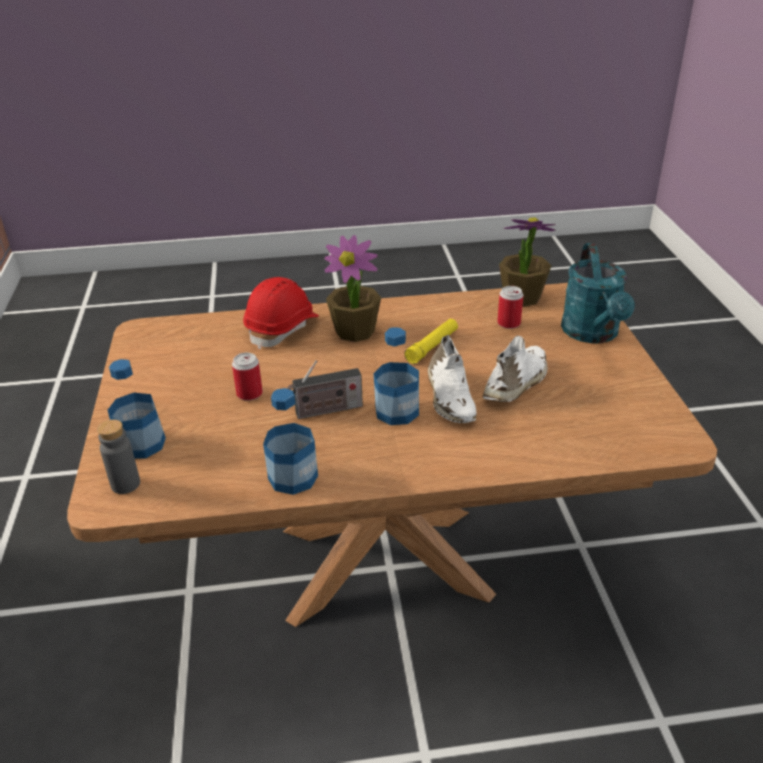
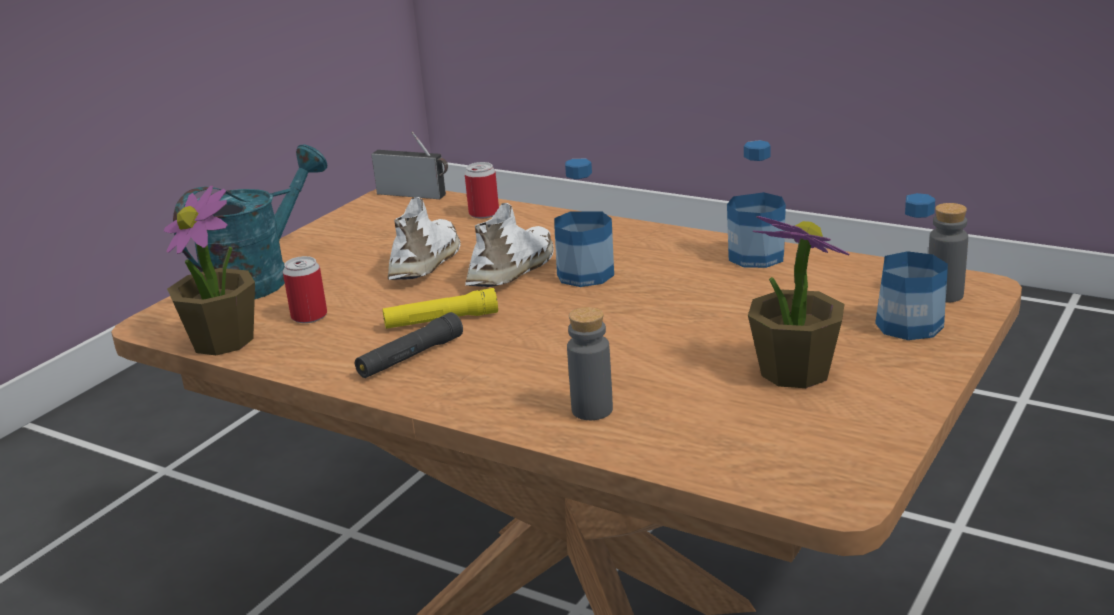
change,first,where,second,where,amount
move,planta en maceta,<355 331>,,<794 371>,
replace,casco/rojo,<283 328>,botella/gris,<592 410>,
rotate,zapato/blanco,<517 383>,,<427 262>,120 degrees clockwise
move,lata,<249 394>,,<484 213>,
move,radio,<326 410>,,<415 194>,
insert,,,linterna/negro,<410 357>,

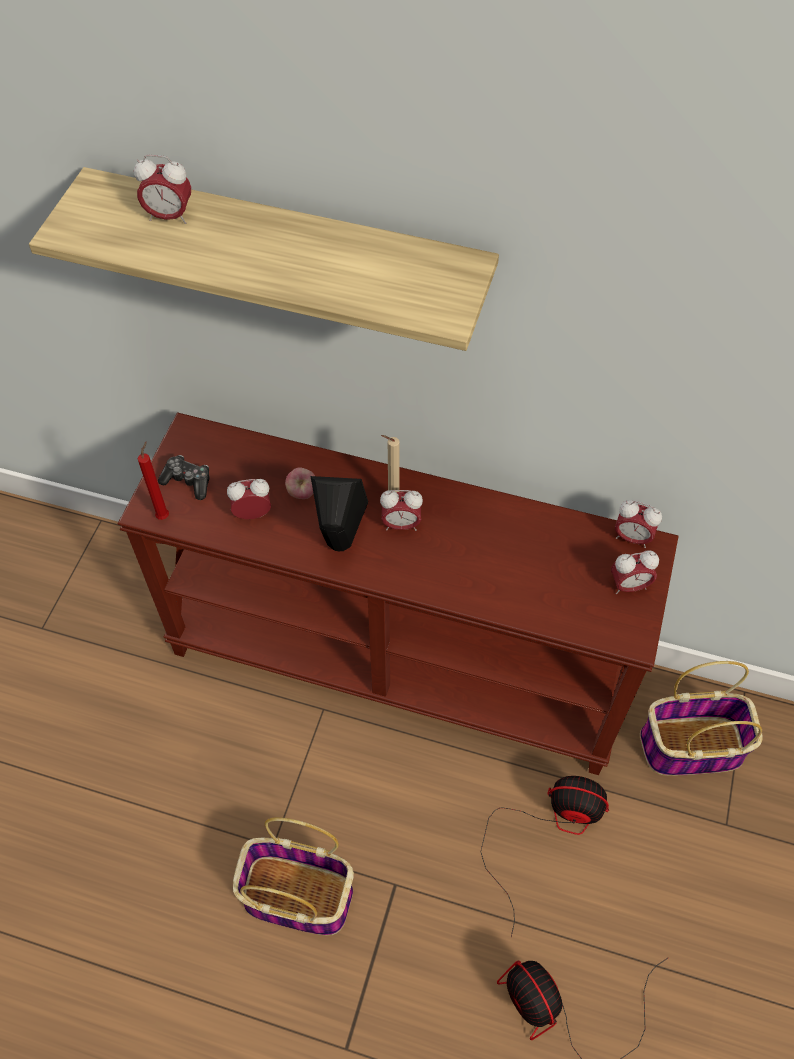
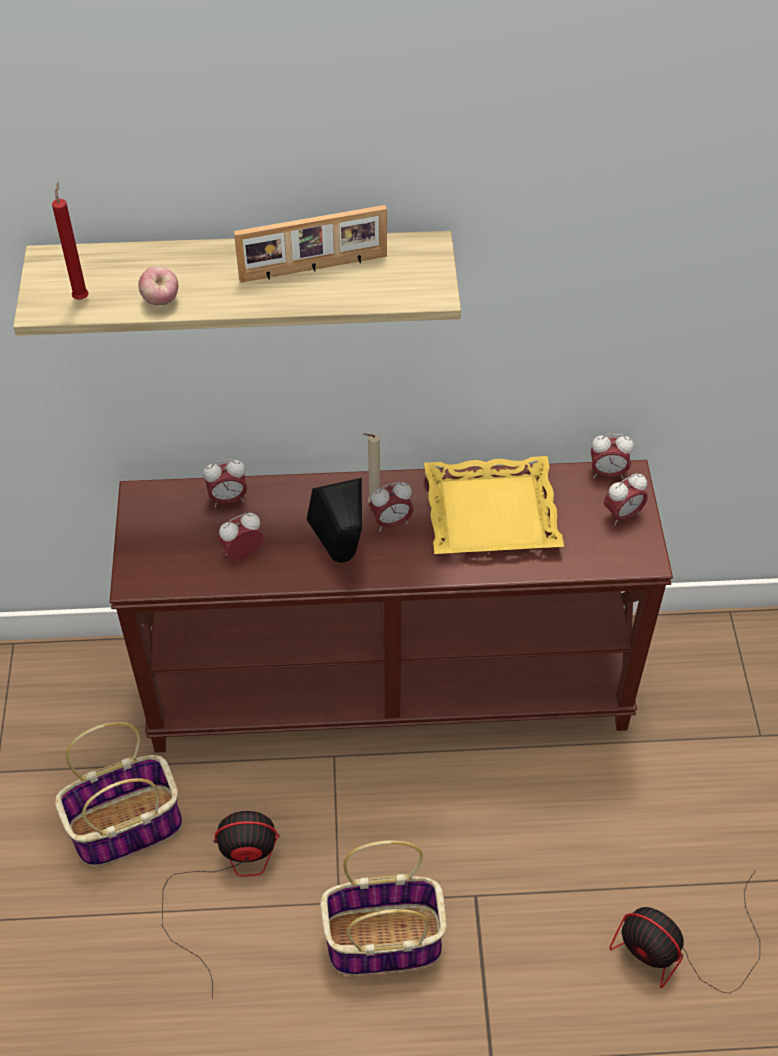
change,first,where,second,where,amount
move,despertador,<169 217>,,<228 499>,
move,vela/rojo,<164 515>,,<82 297>,
delete,mando de consola,<188 481>,,,
move,manzana,<302 493>,,<161 301>,
move,cesta,<690 747>,,<125 827>,
move,ventilador,<548 828>,,<227 879>,
insert,,,portarretratos,<314 269>,
insert,,,bandeja/amarillo,<491 513>,

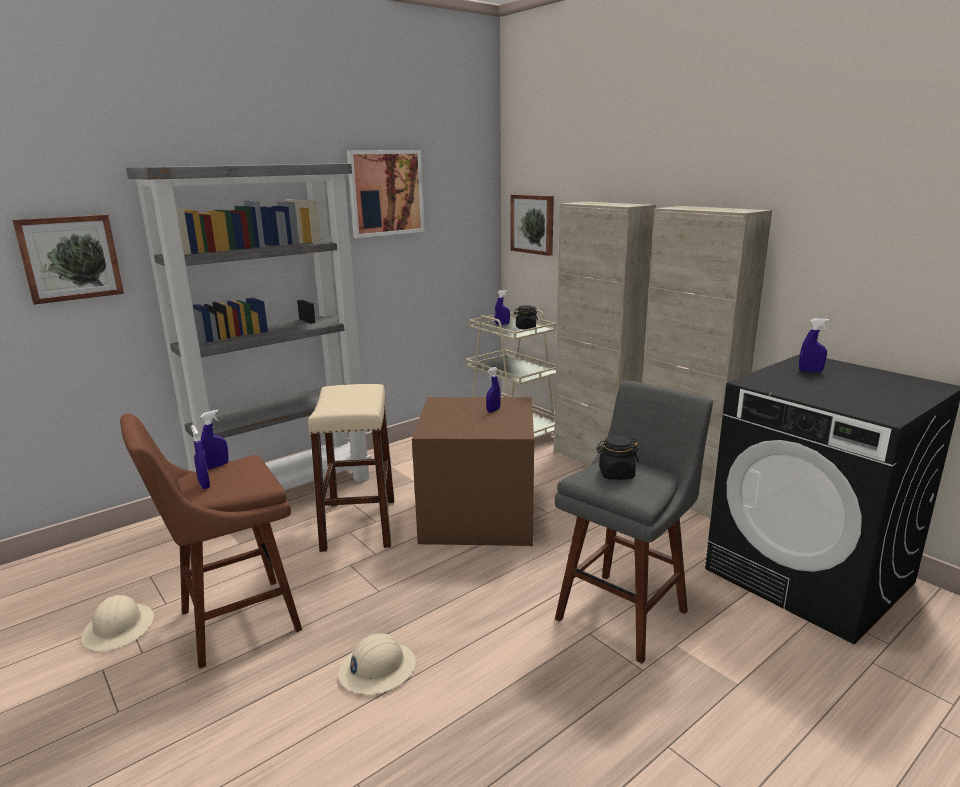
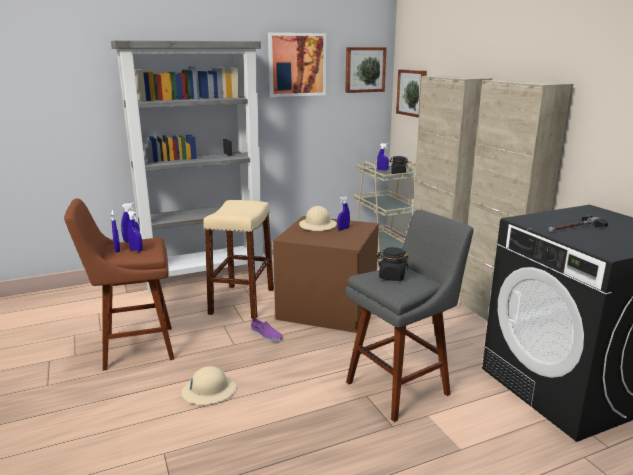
change,first,where,second,where,amount
move,cuadro,<70 258>,,<364 69>,
move,pulverizador/azul,<810 371>,,<136 250>,
move,casco/beis,<119 628>,,<318 225>,
insert,,,martillo,<575 228>,
insert,,,zapato/morado,<266 335>,

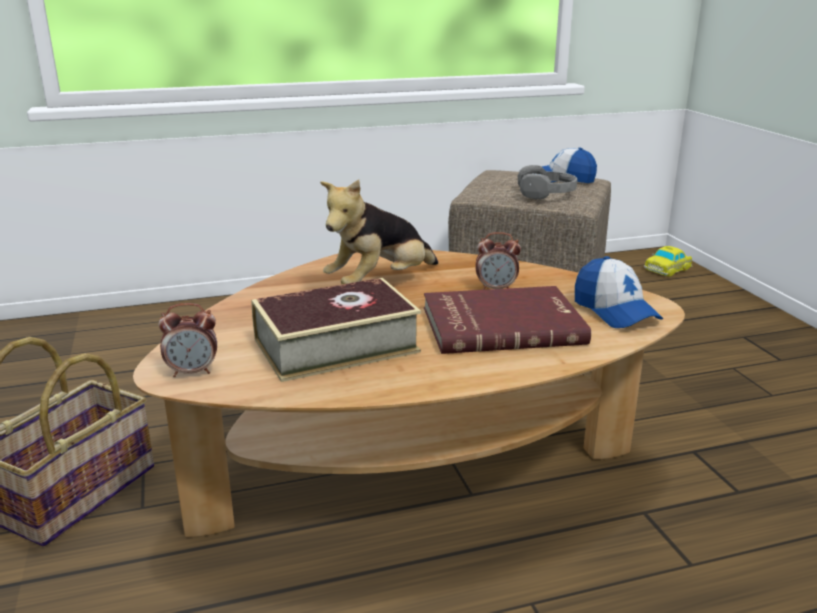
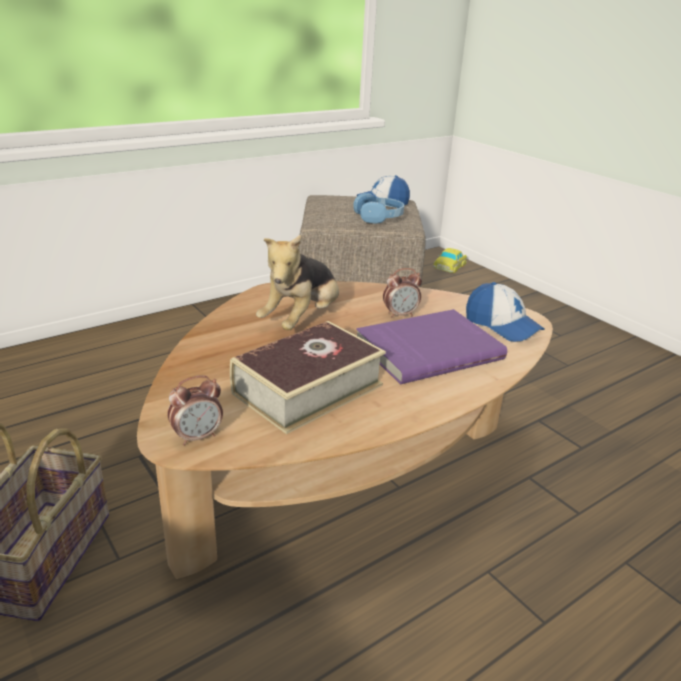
change,first,where,second,where,amount
recolor,auriculares/gris,<546 193>,auriculares/azul,<379 217>,
recolor,libro/rojo,<501 324>,libro/morado,<427 349>,

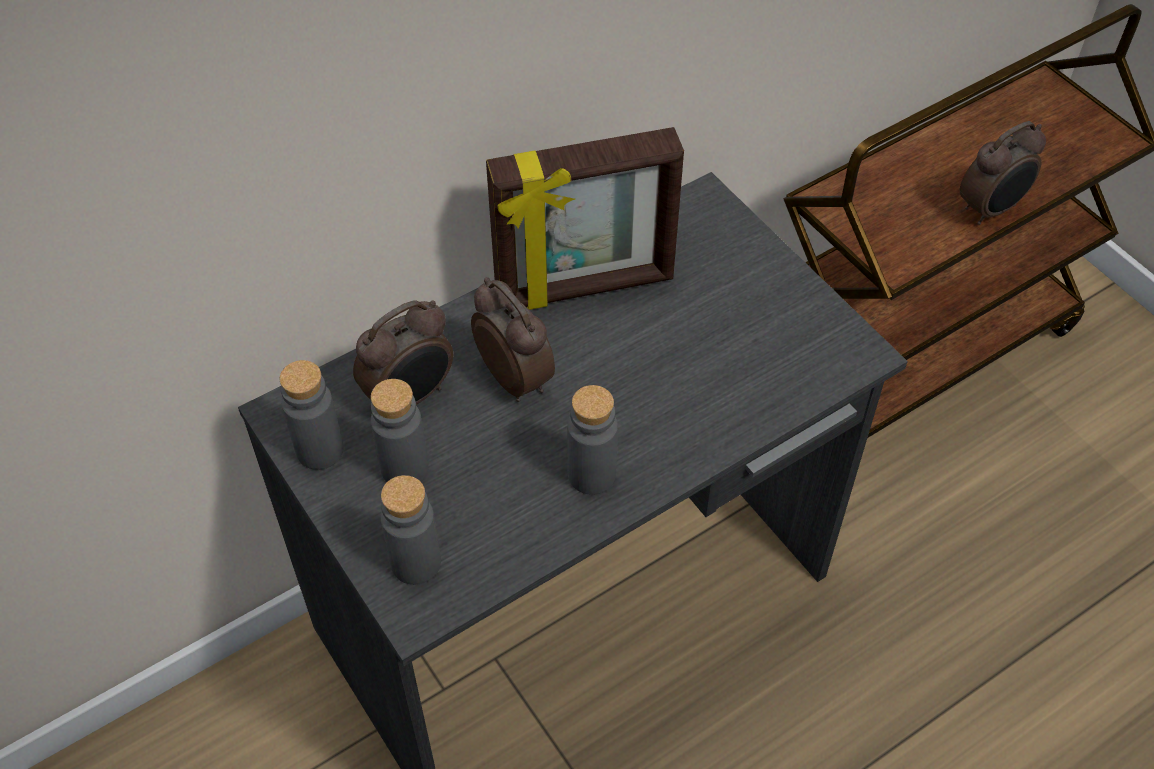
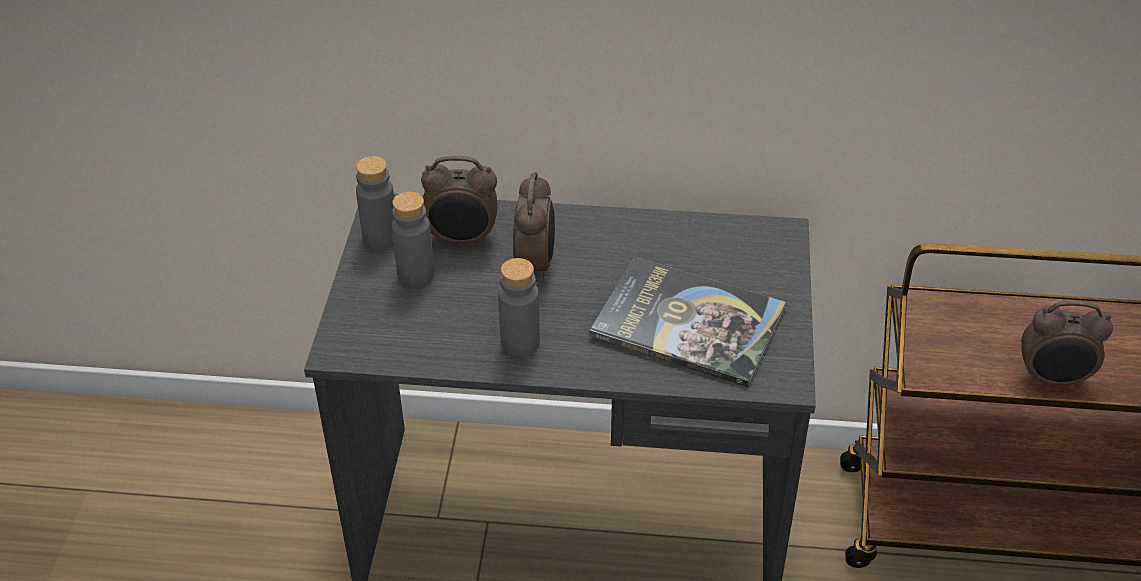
change,first,where,second,where,amount
delete,portarretratos,<585 288>,,,
delete,botella/gris,<416 562>,,,
insert,,,libro,<688 322>,

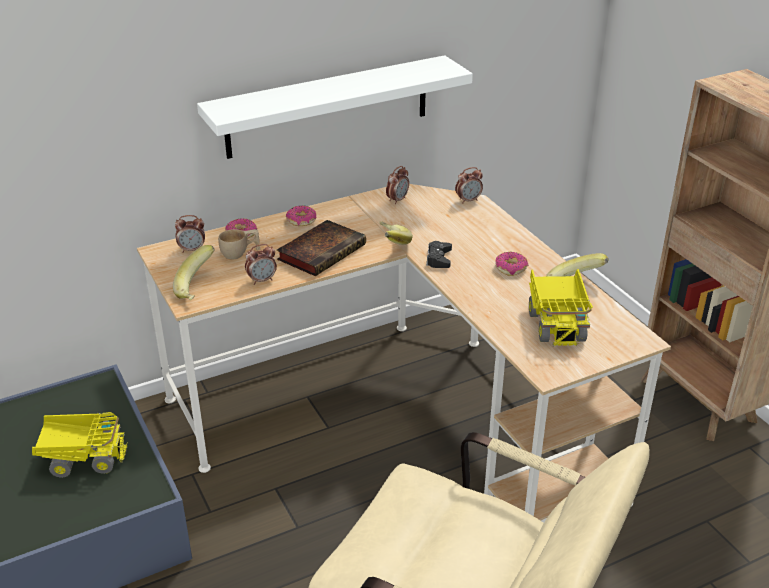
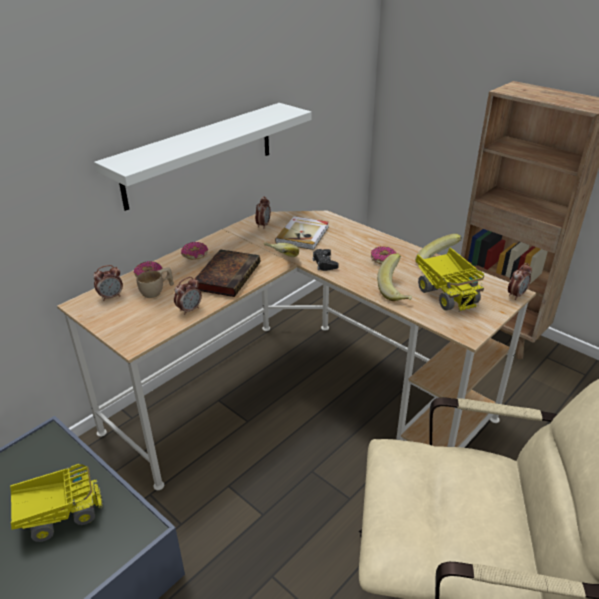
change,first,where,second,where,amount
move,despertador,<468 200>,,<516 295>,
move,plátano,<198 288>,,<397 290>,
insert,,,libro,<303 235>,

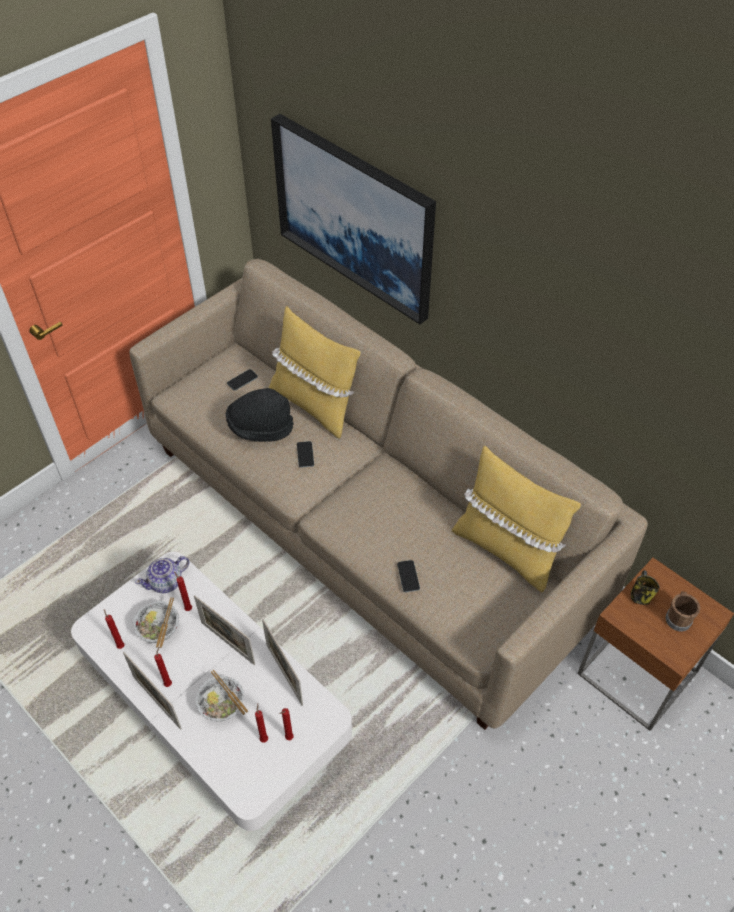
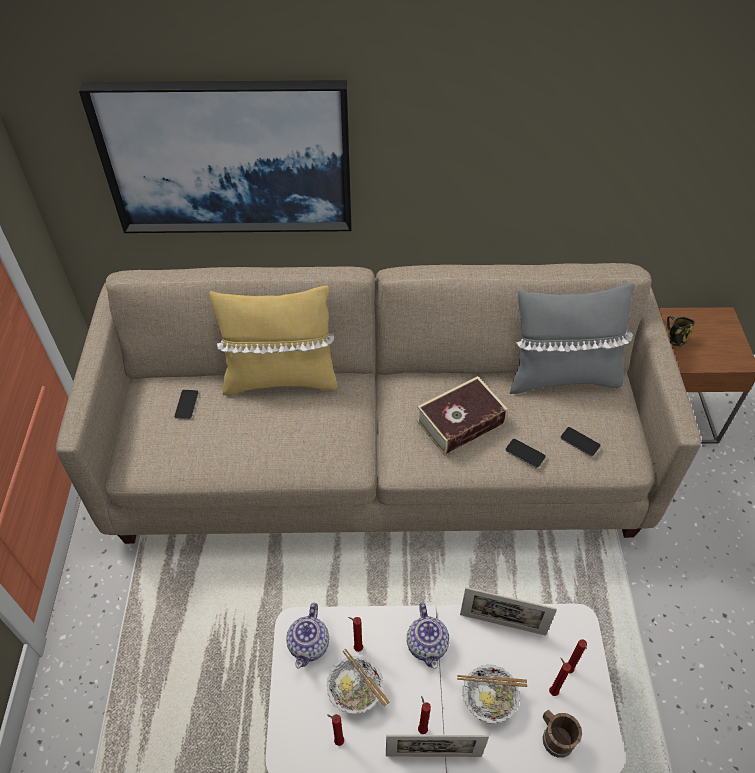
change,first,where,second,where,amount
delete,sombrero/negro,<260 428>,,,
move,móvil,<305 454>,,<580 442>,
recolor,cojín/amarillo,<506 550>,cojín/gris,<561 376>,
move,taza grande/marrón,<678 617>,,<555 737>,
replace,portarretratos,<227 643>,tetera,<427 644>,
insert,,,libro,<460 422>,

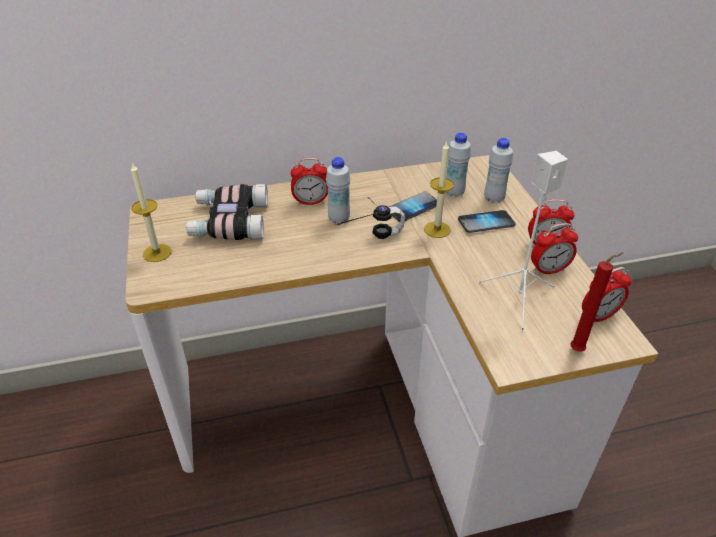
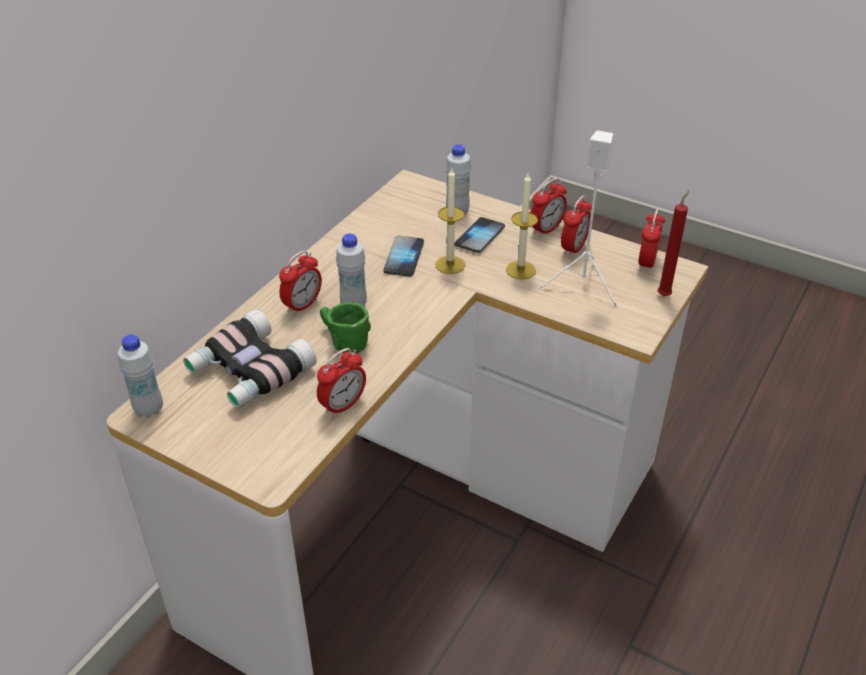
change,first,where,second,where,amount
move,botella/blanco,<454 192>,,<149 409>,
move,vela,<157 253>,,<520 270>,
delete,auriculares,<368 233>,,,
insert,,,taza grande/verde,<340 340>,
insert,,,despertador,<343 405>,

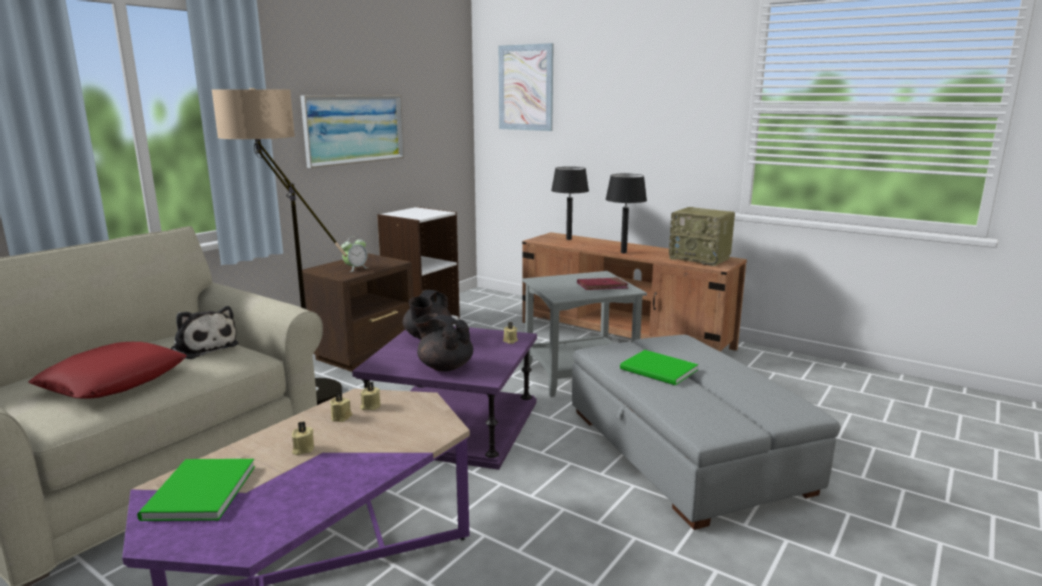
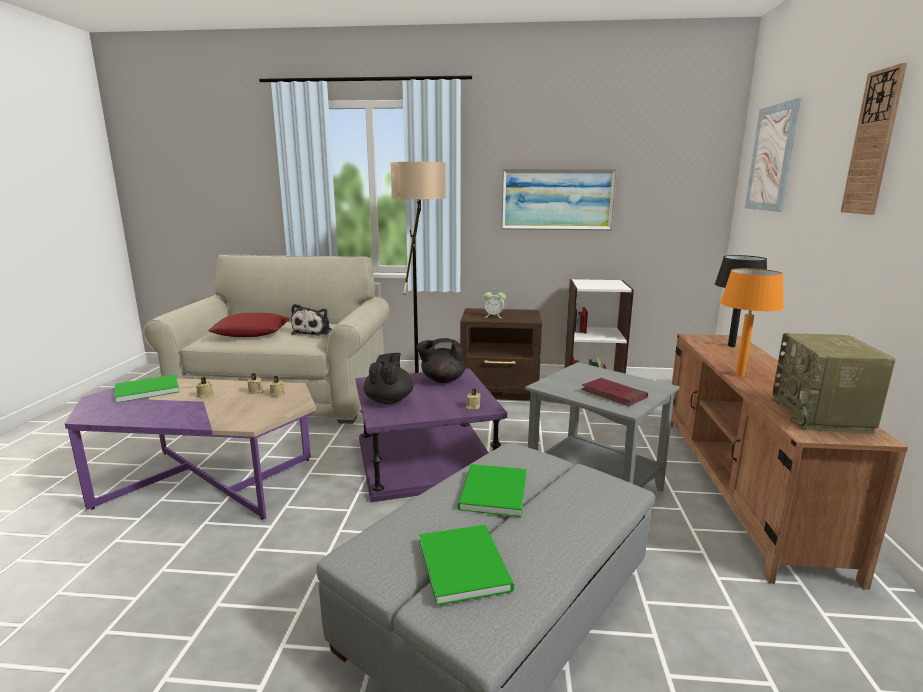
change,first,where,second,where,amount
recolor,lámpara de mesa/negro,<623 252>,lámpara de mesa/naranja,<740 375>,
insert,,,reloj de pared,<873 143>,
insert,,,libro/verde,<465 562>,

